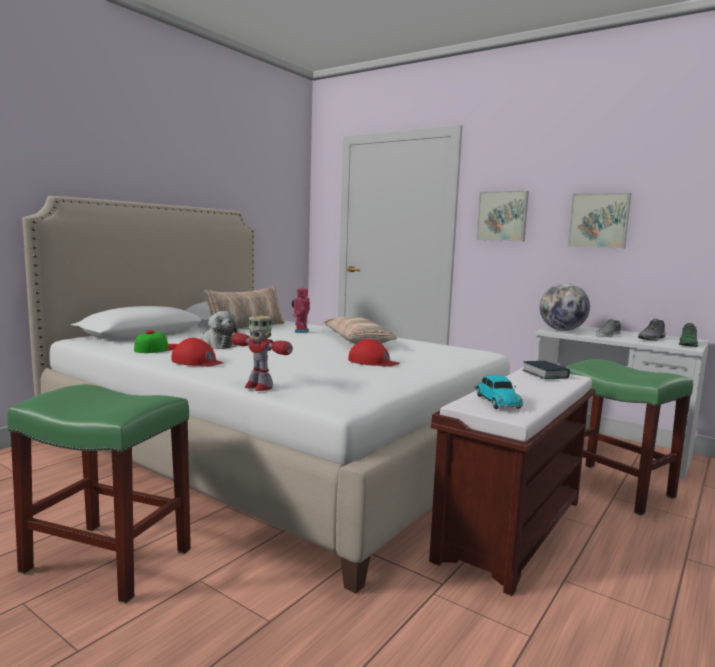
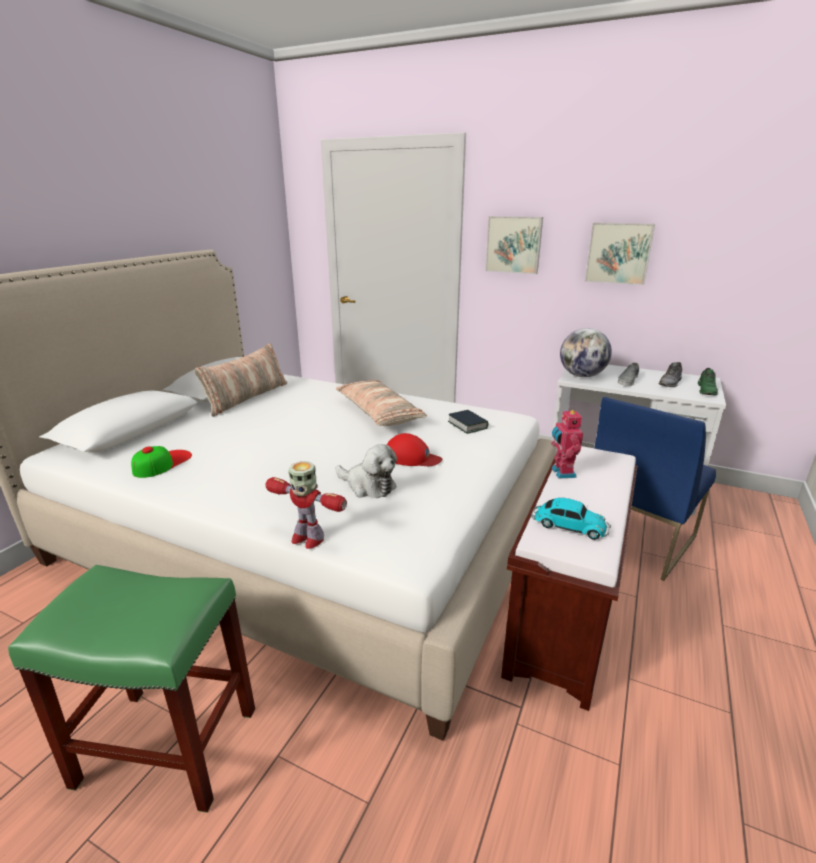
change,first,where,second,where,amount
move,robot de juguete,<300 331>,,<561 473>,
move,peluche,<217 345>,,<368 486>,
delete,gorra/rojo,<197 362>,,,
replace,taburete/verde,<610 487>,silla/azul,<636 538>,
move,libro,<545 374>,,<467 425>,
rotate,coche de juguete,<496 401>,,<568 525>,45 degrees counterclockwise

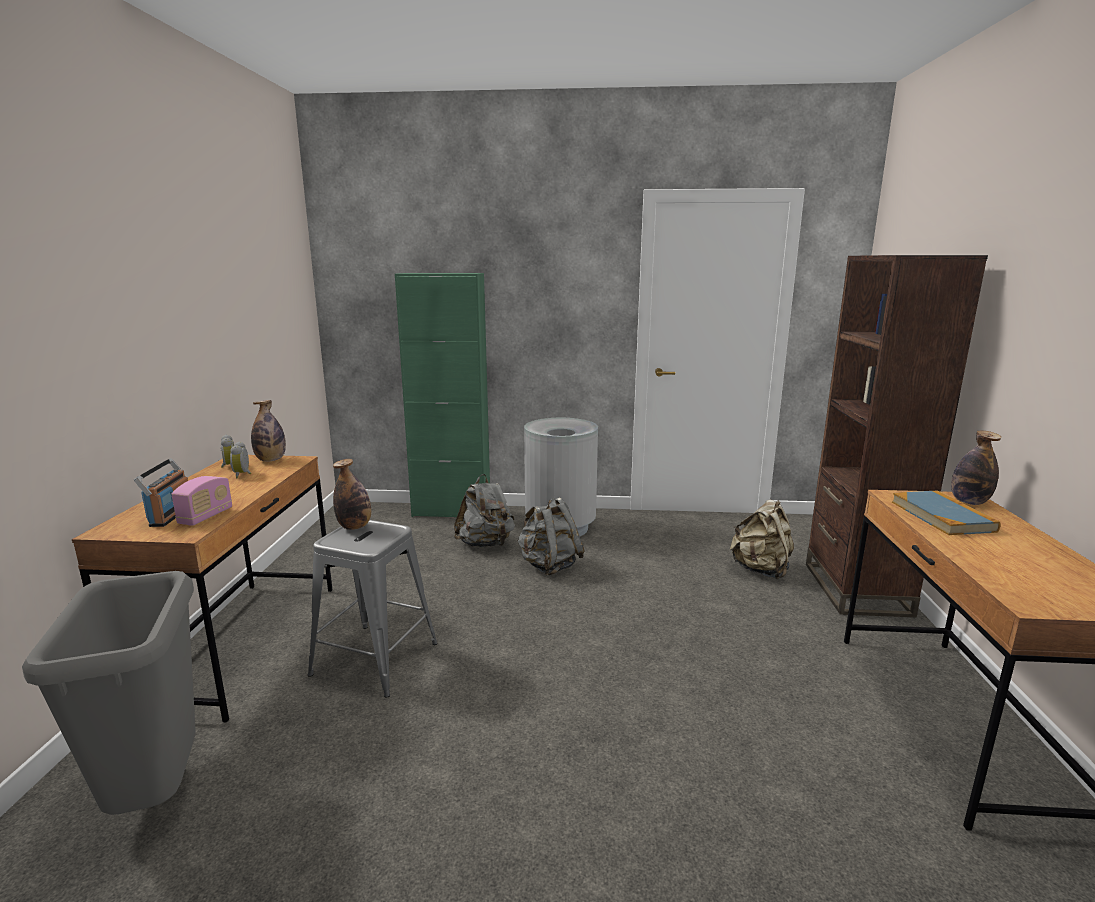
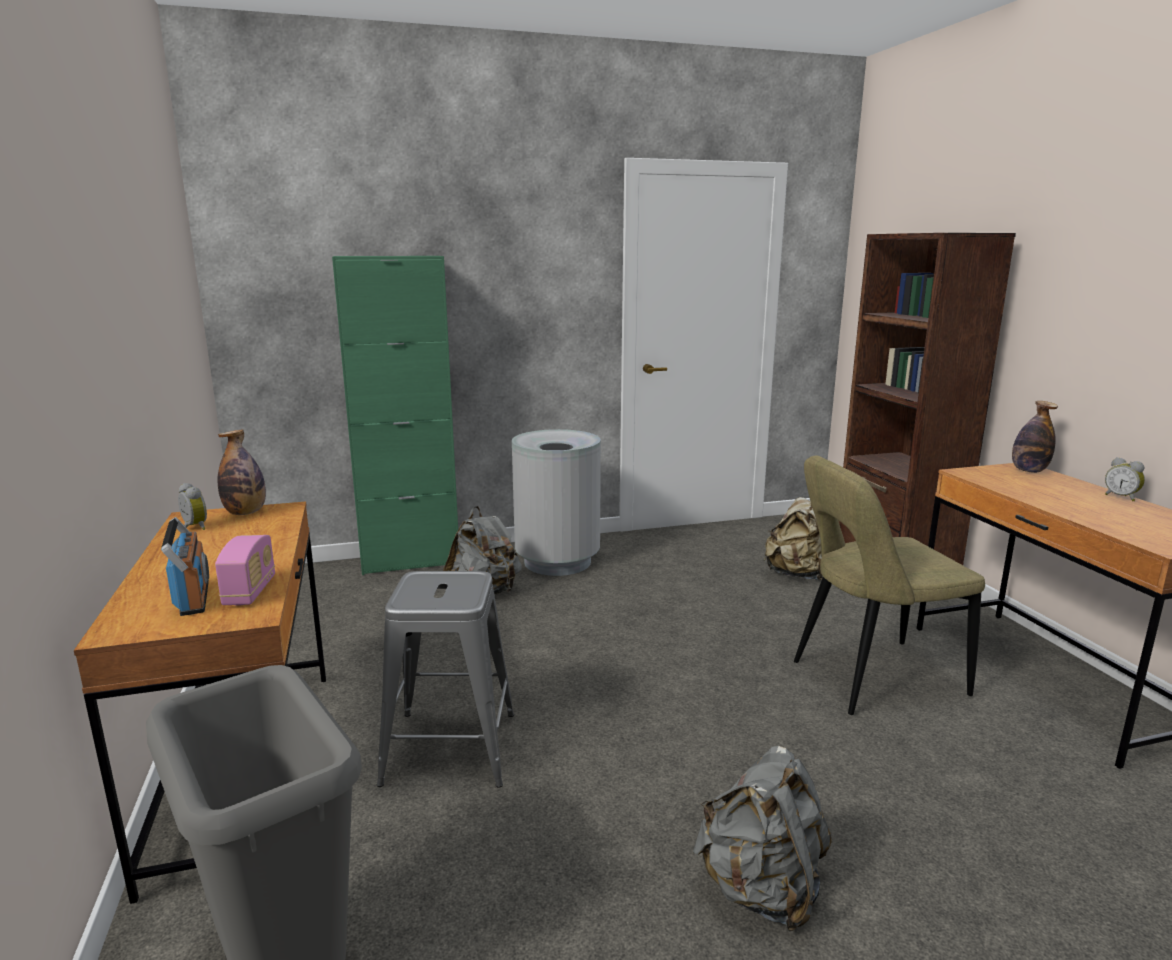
change,first,where,second,where,amount
move,despertador,<243 474>,,<1121 497>,
delete,botella,<355 527>,,,
delete,libro,<942 516>,,,
move,mochila/gris,<549 566>,,<761 890>,
insert,,,silla/beis,<870 679>,

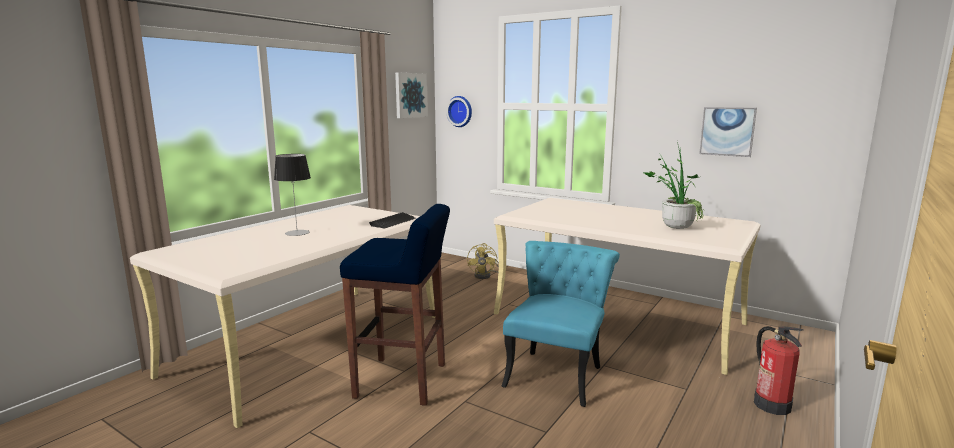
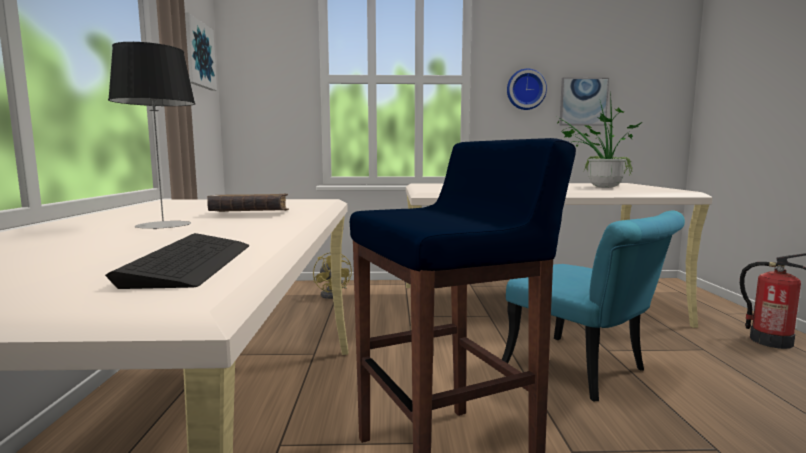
change,first,where,second,where,amount
move,reloj de pared,<460 111>,,<525 89>,
move,teclado,<393 222>,,<191 263>,
rotate,silla/turquesa,<557 371>,,<586 372>,150 degrees clockwise
insert,,,libro/marrón,<250 214>,

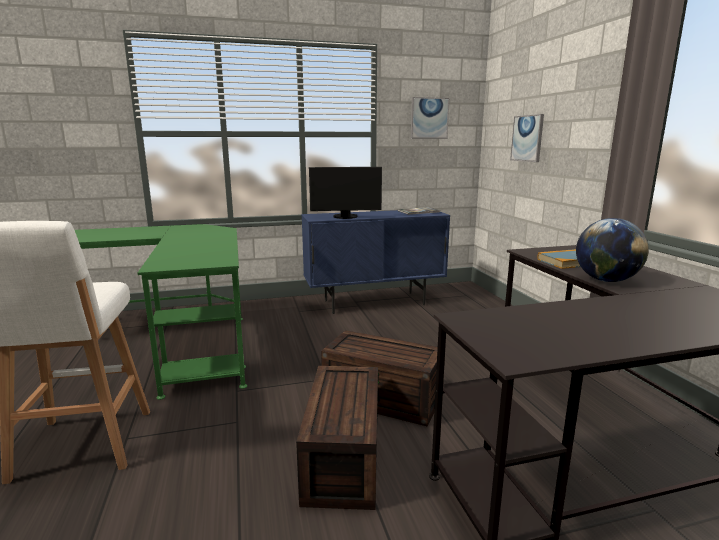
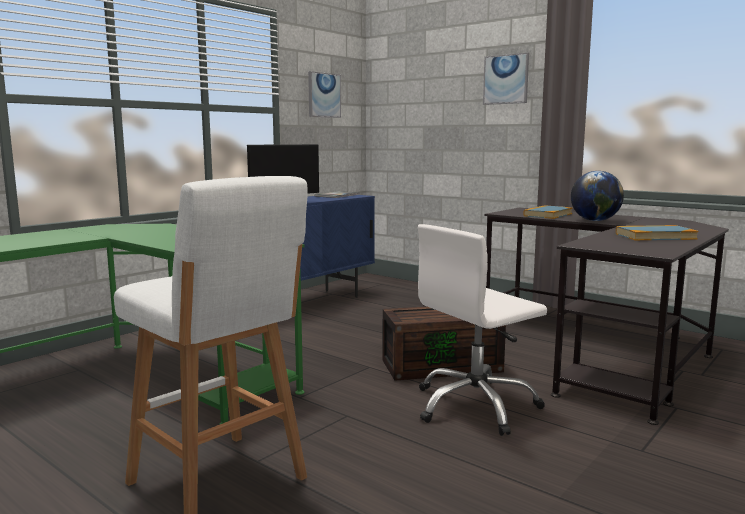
change,first,where,second,where,amount
move,cuadro,<527 138>,,<506 79>,
replace,caja de almacenaje/marrón,<341 455>,silla de oficina/blanco,<476 406>,
insert,,,libro,<655 236>,

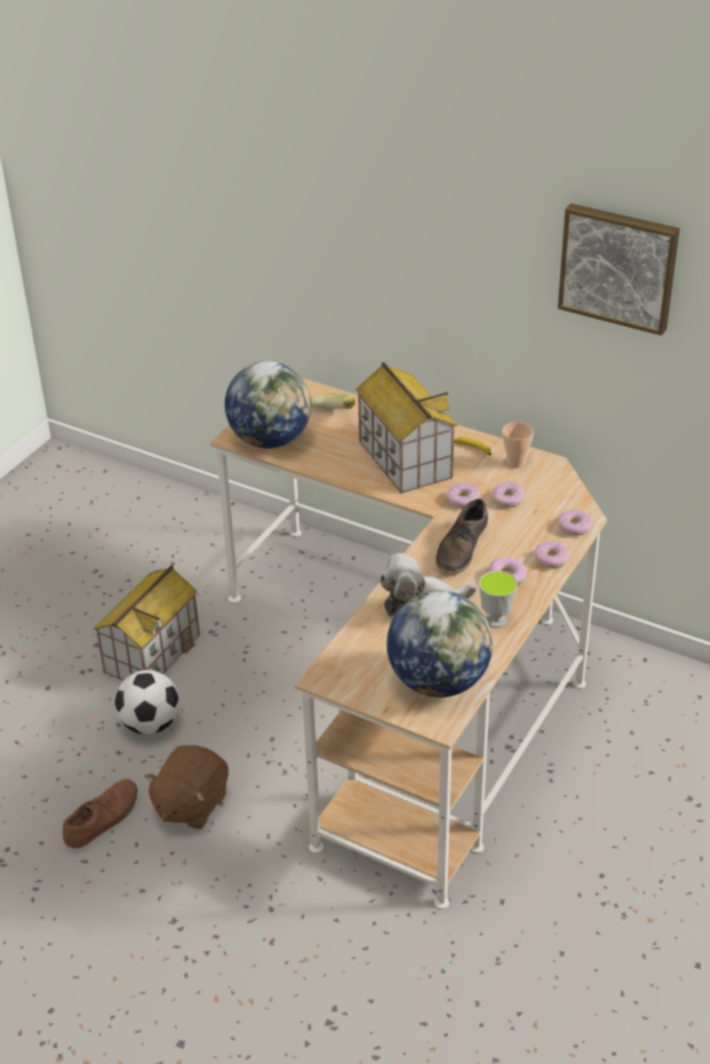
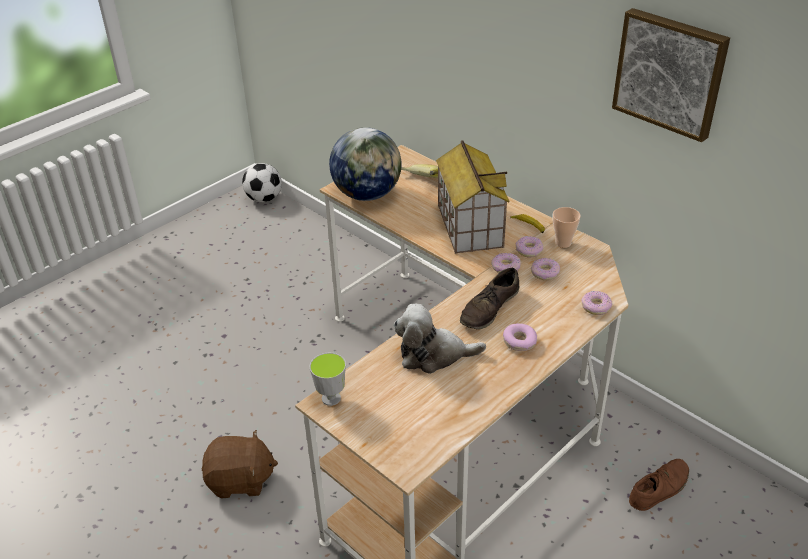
change,first,where,second,where,amount
move,rosquilla,<551 559>,,<529 250>,
delete,casita,<152 653>,,,
move,taza,<496 620>,,<331 398>,
delete,globo terráqueo,<438 681>,,,
move,balón de fútbol,<150 724>,,<264 199>,
rotate,peluche/marrón,<190 804>,,<240 480>,135 degrees counterclockwise
move,zapato/marrón,<102 818>,,<658 488>,

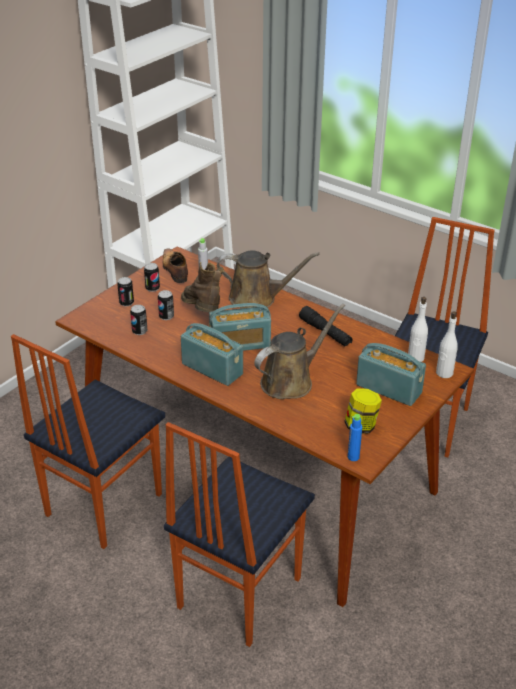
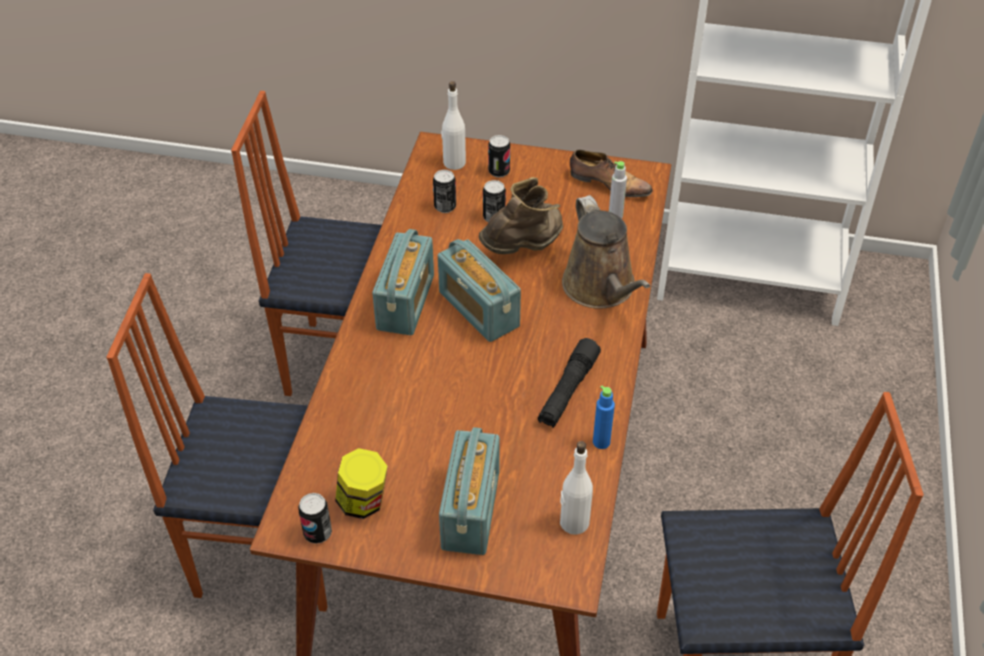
change,first,where,second,where,amount
rotate,zapato,<174 270>,,<608 184>,75 degrees clockwise
move,lata,<152 288>,,<317 533>,
delete,regadera/marrón,<291 381>,,,
move,botella/blanco,<444 373>,,<454 163>,
move,botella/azul,<353 457>,,<601 442>,

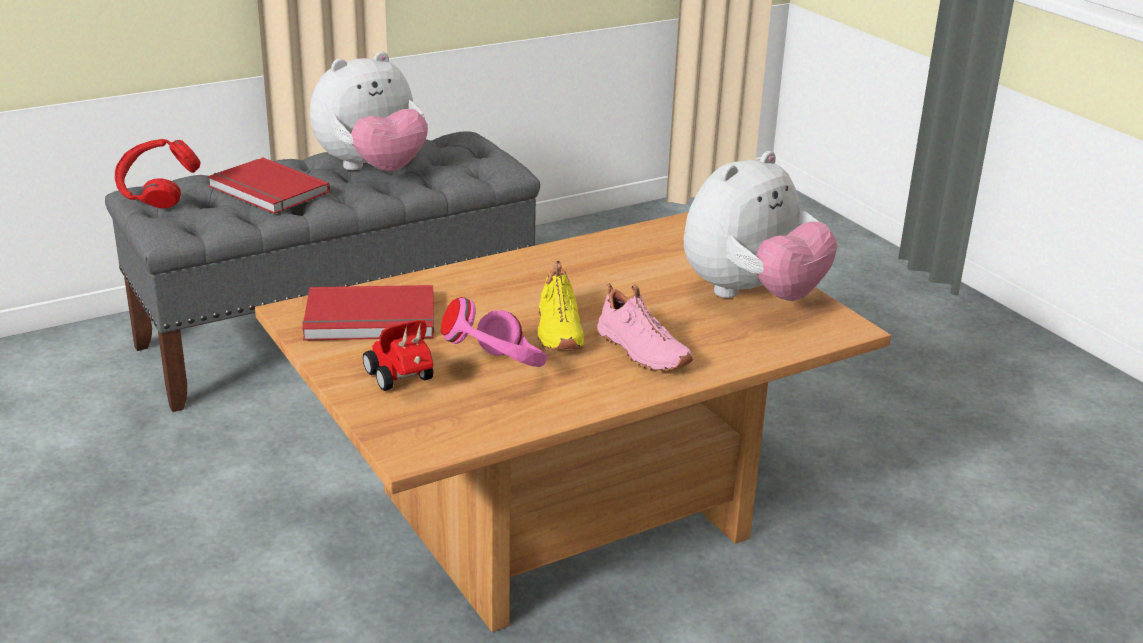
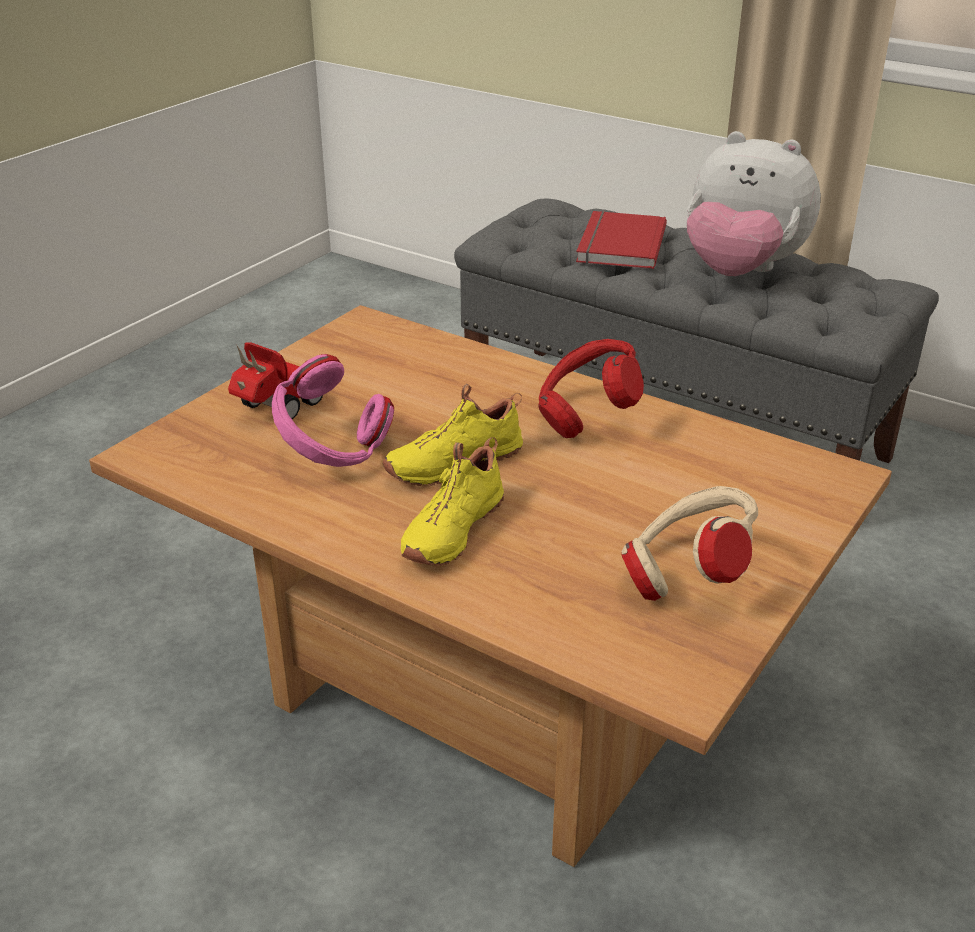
change,first,where,second,where,amount
move,auriculares/rojo,<157 197>,,<585 417>,
replace,peluche,<751 295>,auriculares/beis,<687 576>,
recolor,zapato/rosa,<640 352>,zapato/amarillo,<450 529>,
delete,libro/rojo,<371 320>,,,

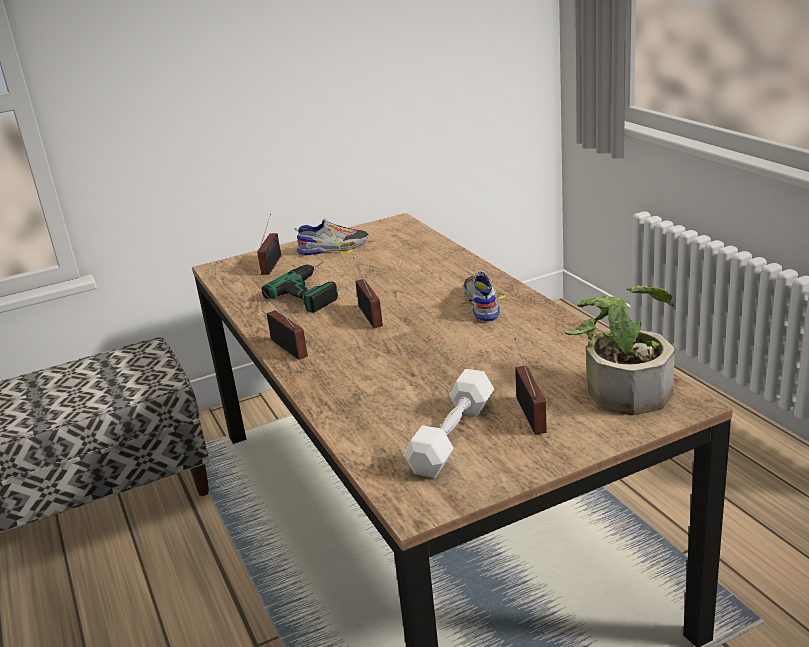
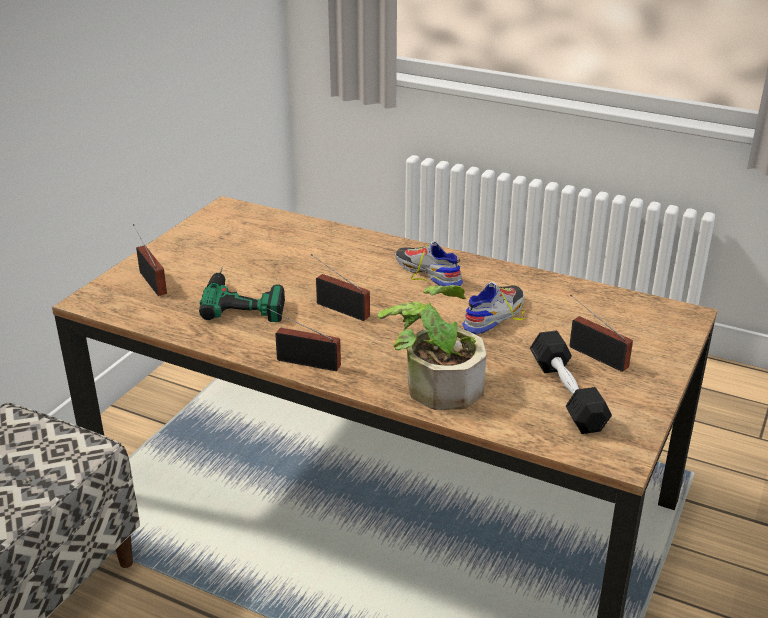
change,first,where,second,where,amount
move,zapato,<333 247>,,<494 315>,
move,planta en maceta,<623 387>,,<435 383>,
recolor,mancuerna/blanco,<452 436>,mancuerna/negro,<566 394>,

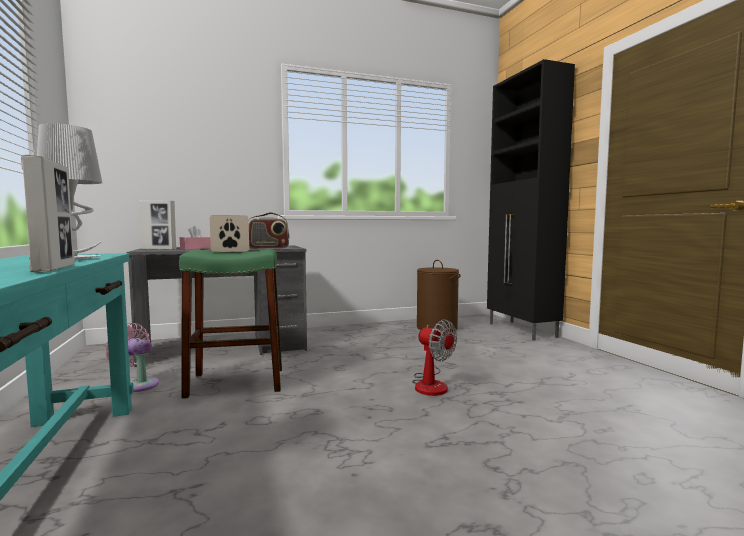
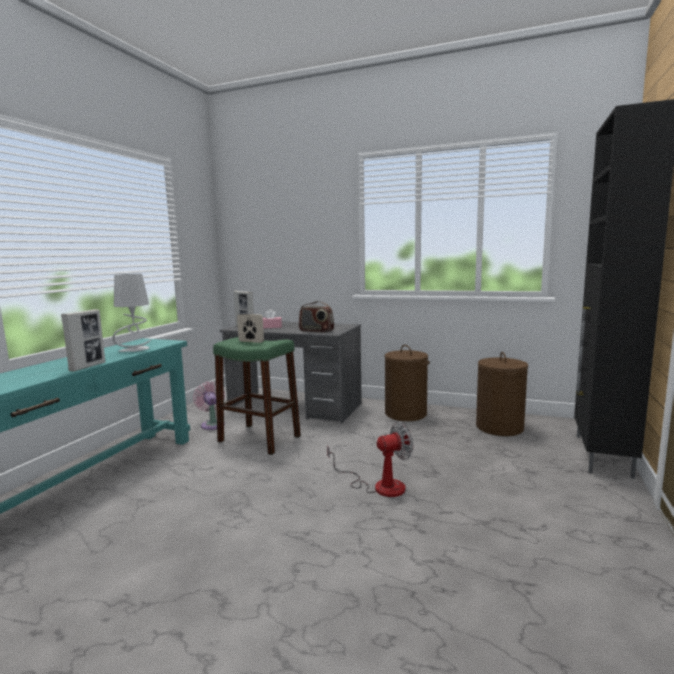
change,first,where,second,where,amount
rotate,ventilador,<431 384>,,<379 486>,105 degrees counterclockwise
insert,,,cesto de la ropa/marrón,<406 414>,

